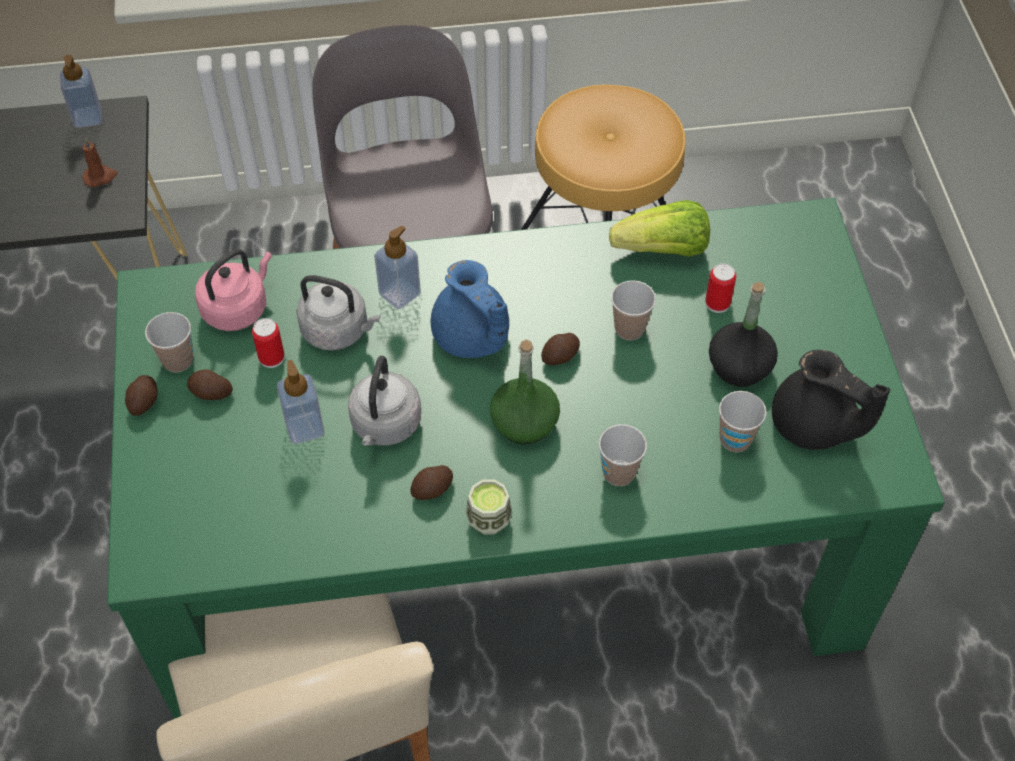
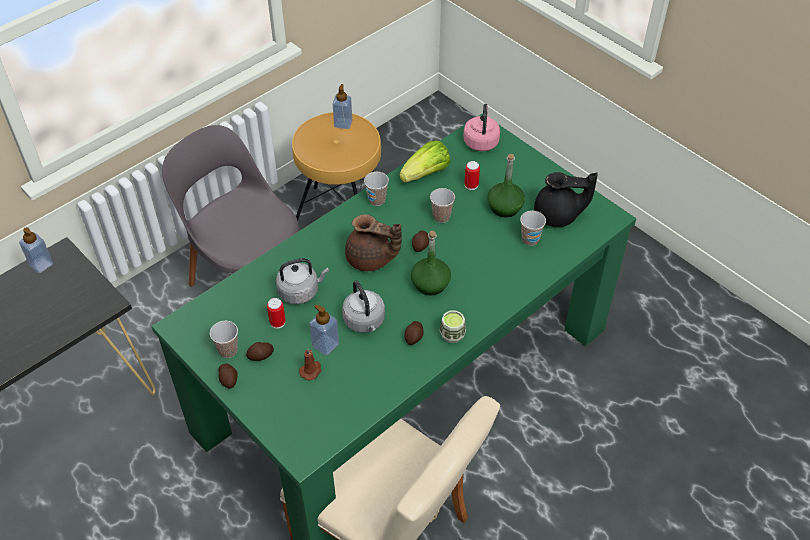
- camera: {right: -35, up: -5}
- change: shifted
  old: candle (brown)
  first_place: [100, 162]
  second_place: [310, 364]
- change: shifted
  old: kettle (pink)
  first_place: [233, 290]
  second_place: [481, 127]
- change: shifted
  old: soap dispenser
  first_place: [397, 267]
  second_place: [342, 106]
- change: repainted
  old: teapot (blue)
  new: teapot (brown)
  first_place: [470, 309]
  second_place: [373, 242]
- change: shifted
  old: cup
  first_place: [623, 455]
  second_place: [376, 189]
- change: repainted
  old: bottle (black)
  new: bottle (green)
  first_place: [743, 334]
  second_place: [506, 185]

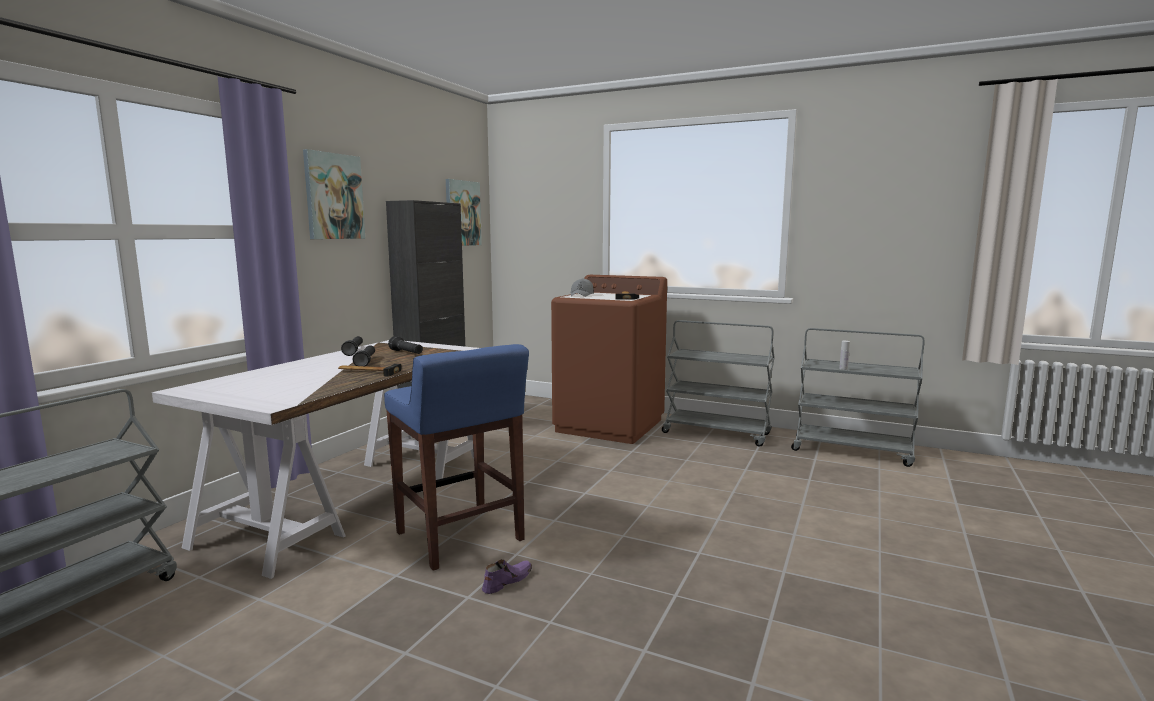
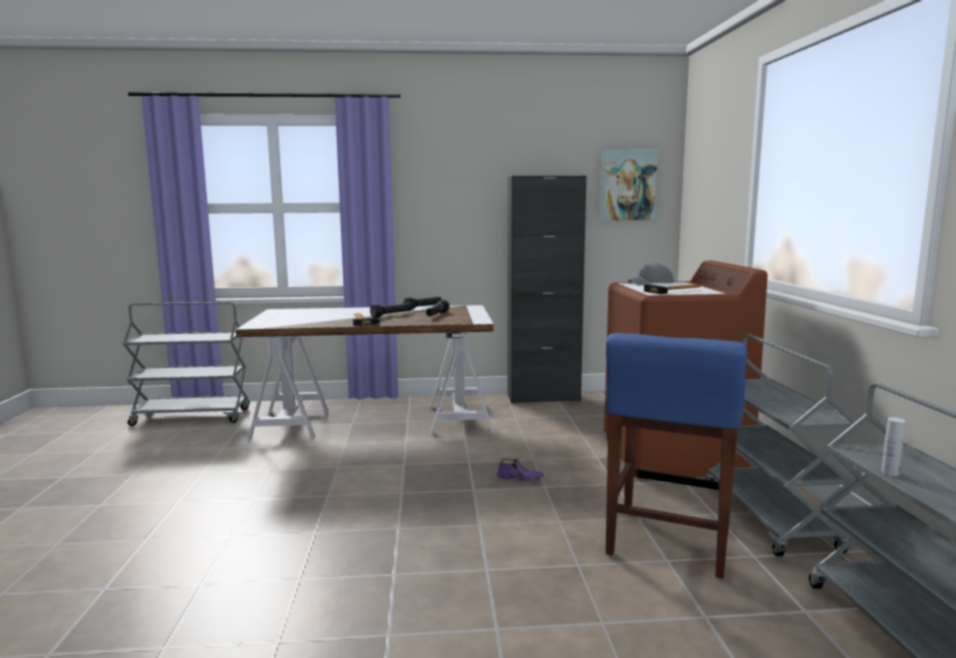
- camera: {right: 60, up: 0}
- change: gone
  old: picture
  first_place: [334, 194]
- change: shifted
  old: stool (blue)
  first_place: [456, 457]
  second_place: [676, 456]
- change: shifted
  old: shoe (purple)
  first_place: [507, 576]
  second_place: [521, 469]

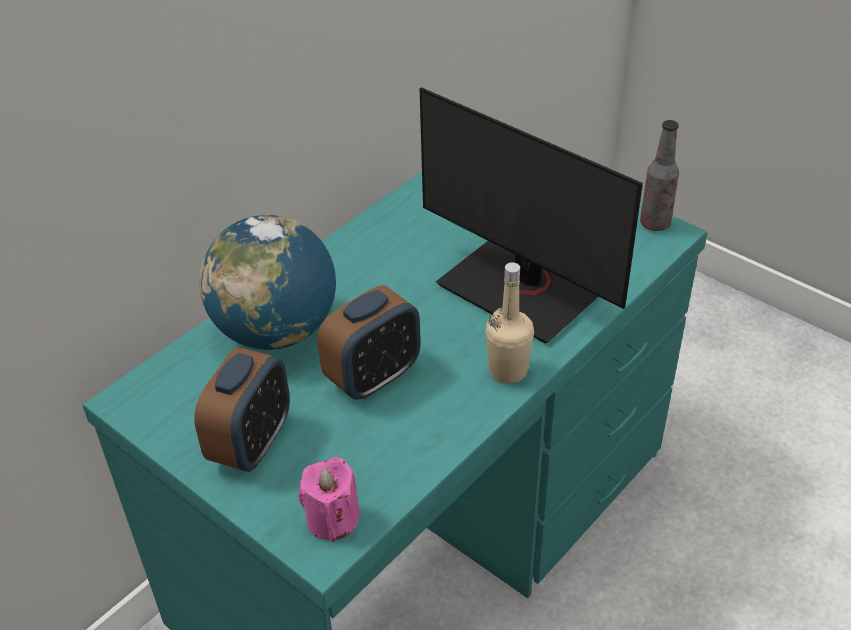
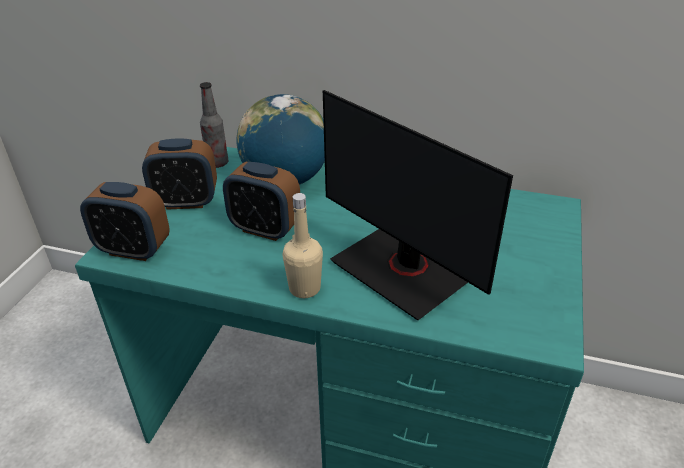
- camera: {right: 65, up: -5}
- change: swapped
  old: candle (pink)
  new: alarm clock
  first_place: [329, 499]
  second_place: [125, 221]
- change: rotated
  old: monitor
  first_place: [531, 215]
  second_place: [418, 205]
  degrees: -60
- change: shifted
  old: bottle
  first_place: [659, 175]
  second_place: [214, 125]

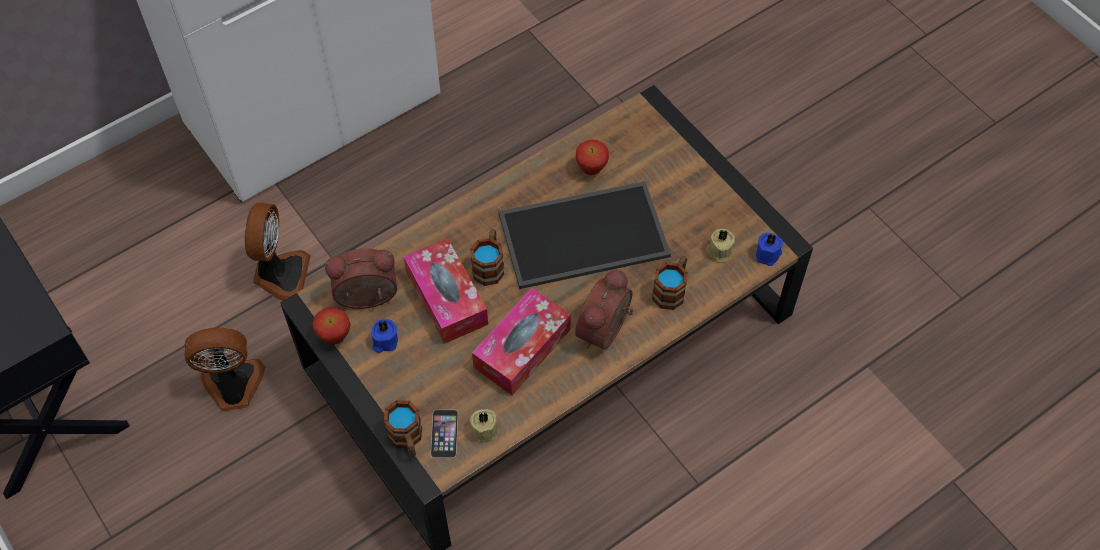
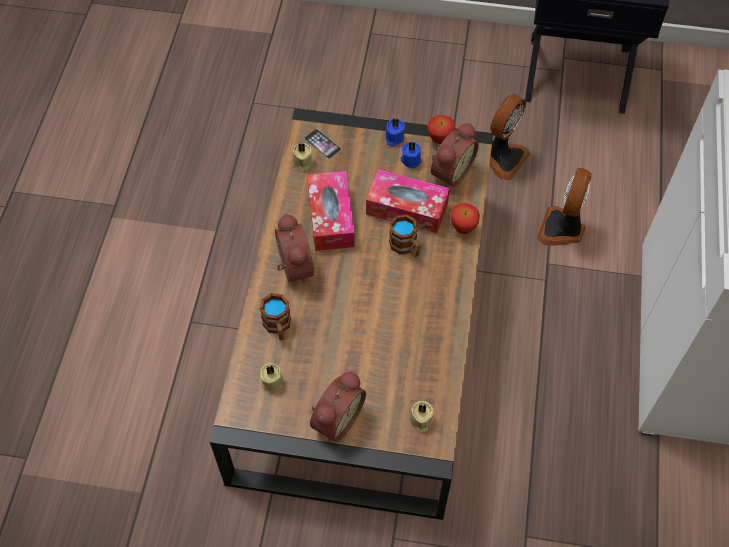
- camera: {right: 135, up: 0}
- change: rotated
  old: fan
  first_place: [278, 251]
  second_place: [564, 207]
  degrees: 60
- change: gone
  old: mug
  first_place: [403, 428]
- change: gone
  old: tray
  first_place: [584, 235]
- change: shifted
  old: apple
  first_place: [592, 157]
  second_place: [465, 218]
- change: shifted
  old: candle (blue)
  first_place: [769, 249]
  second_place: [395, 132]
- change: new
  new: alarm clock
  second_place: [338, 406]
- change: new
  new: candle (beige)
  second_place: [421, 417]

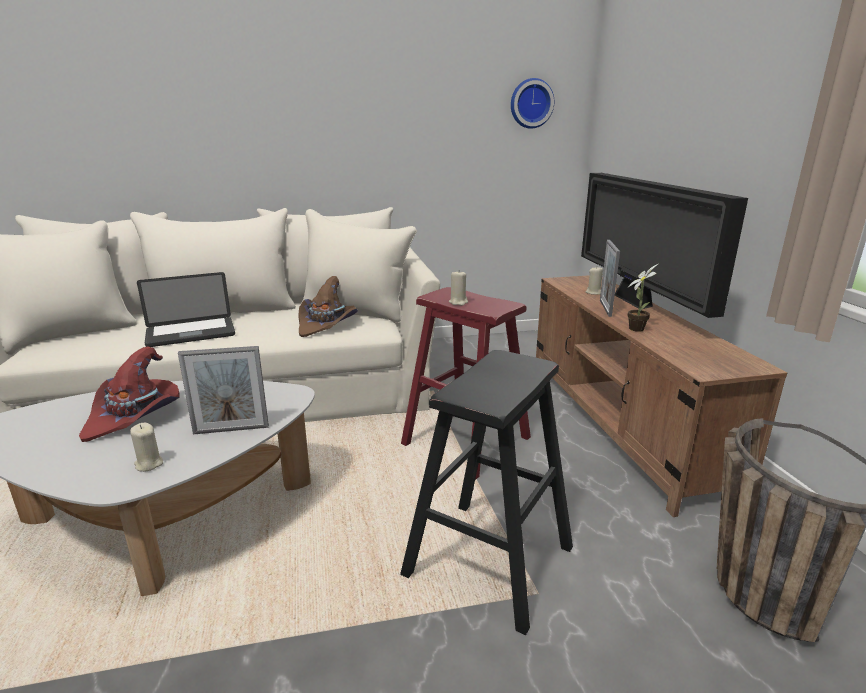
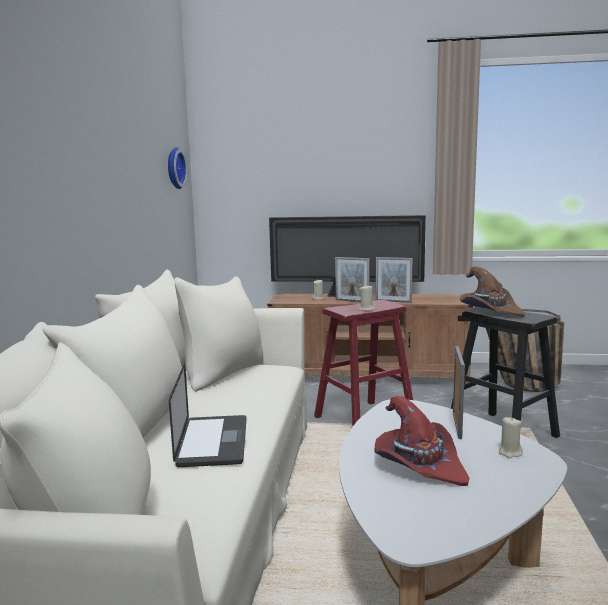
- camera: {right: -70, up: -10}
- change: shifted
  old: hat (brown)
  first_place: [328, 306]
  second_place: [492, 291]
- change: swapped
  old: potted plant
  new: picture frame
  first_place: [642, 298]
  second_place: [394, 280]

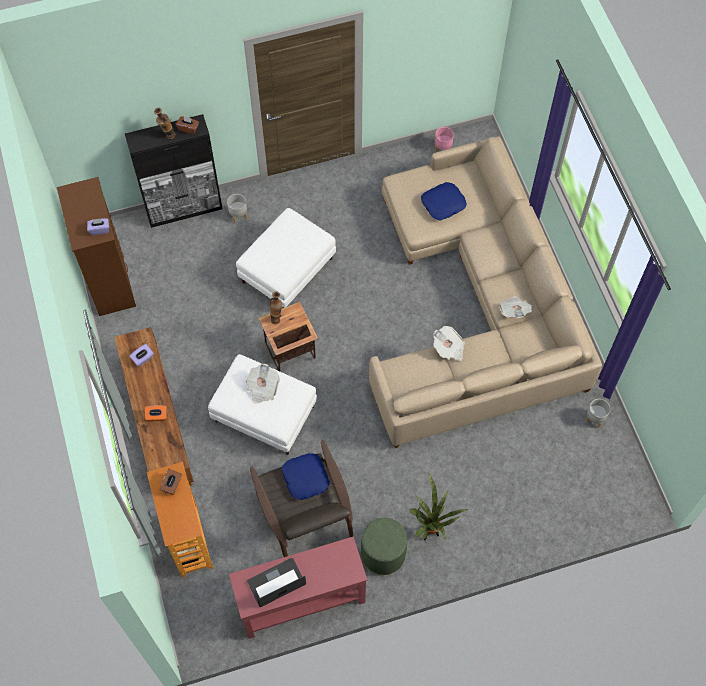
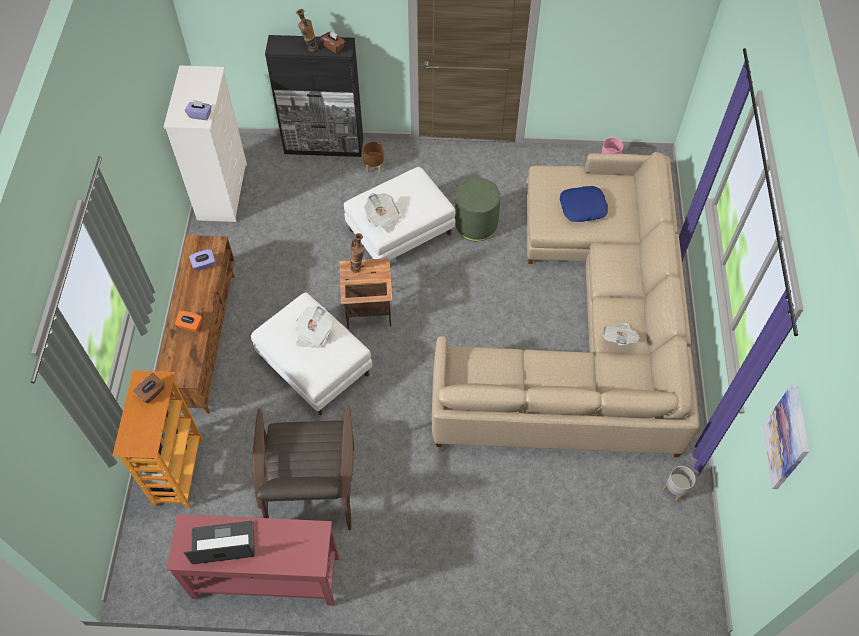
- camera: {right: 20, up: -5}
- change: repainted
  old: dresser (brown)
  new: dresser (white)
  first_place: [96, 246]
  second_place: [205, 143]
- change: repainted
  old: planter (grey)
  new: planter (brown)
  first_place: [237, 208]
  second_place: [373, 157]
- change: gone
  old: pillow (blue)
  first_place: [306, 476]
- change: shifted
  old: ottoman (green)
  first_place: [384, 546]
  second_place: [477, 210]
- change: gone
  old: potted plant
  first_place: [439, 506]
- change: shifted
  old: newspaper
  first_place: [449, 343]
  second_place: [382, 213]
- change: new
  new: picture
  second_place: [785, 436]

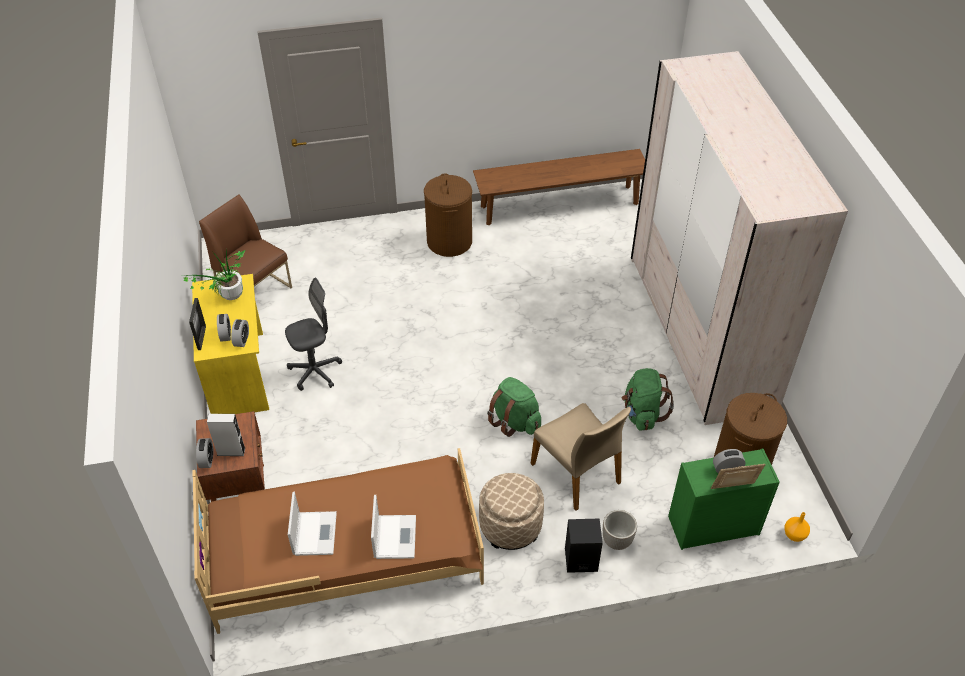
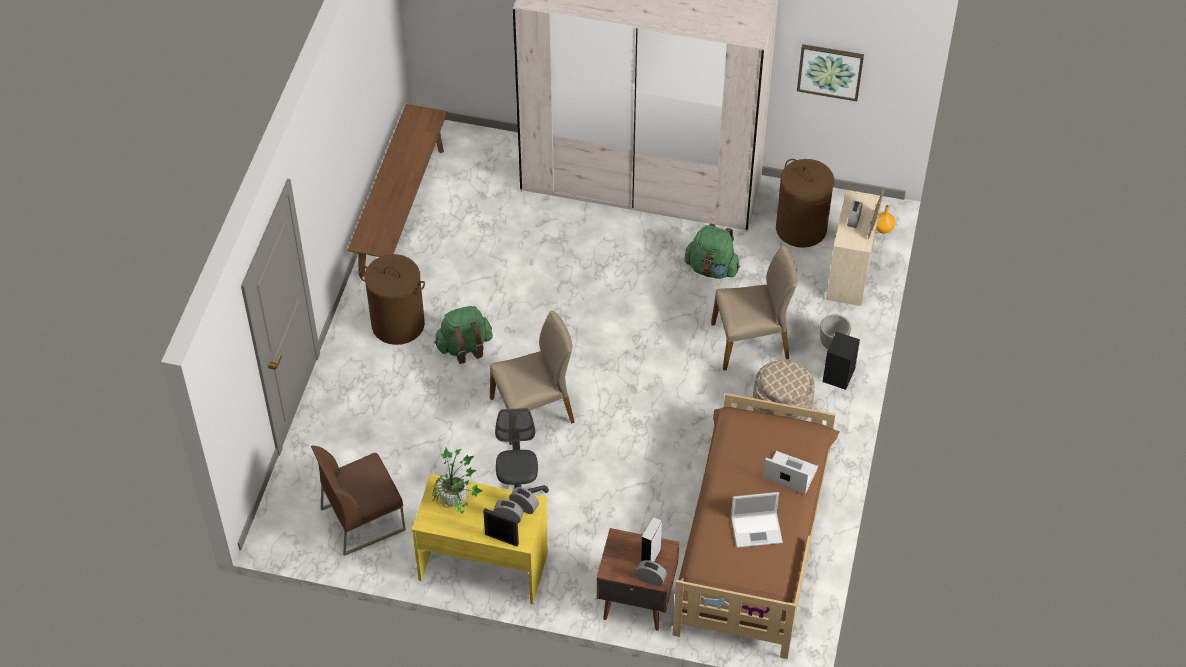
- camera: {right: -65, up: 5}
- change: rotated
  old: laptop
  first_place: [312, 524]
  second_place: [757, 520]
  degrees: 150
- change: shifted
  old: backpack (green)
  first_place: [514, 407]
  second_place: [463, 335]
- change: repainted
  old: dresser (green)
  new: dresser (beige)
  first_place: [724, 499]
  second_place: [853, 248]
- change: new
  new: chair (beige)
  second_place: [532, 378]
- change: new
  new: picture
  second_place: [830, 72]

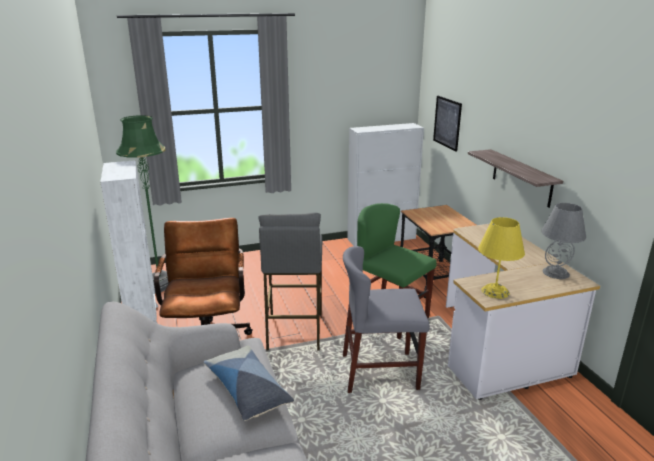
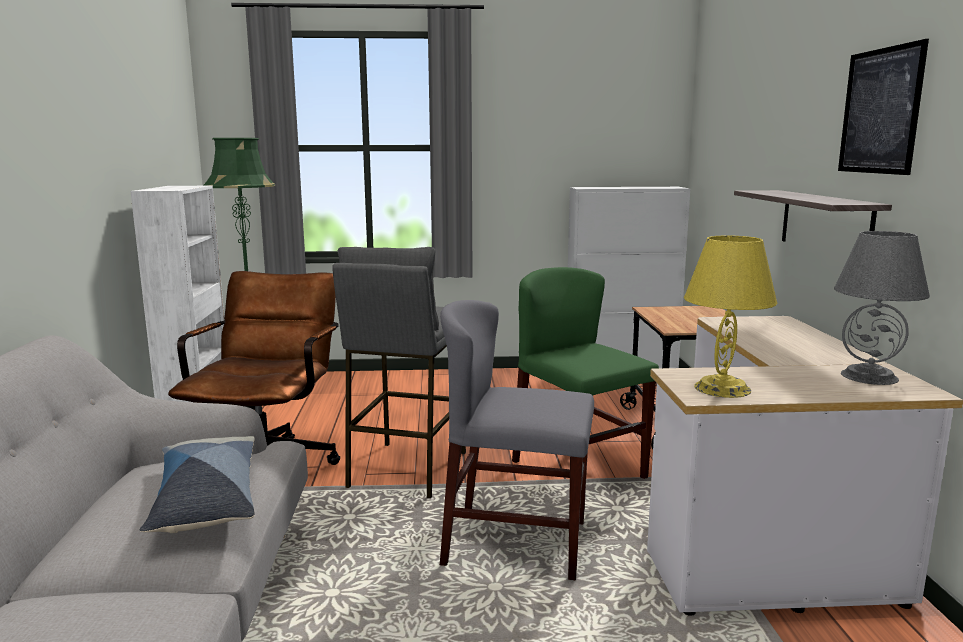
- camera: {right: 15, up: -10}
- change: shifted
  old: picture
  first_place: [447, 124]
  second_place: [883, 107]

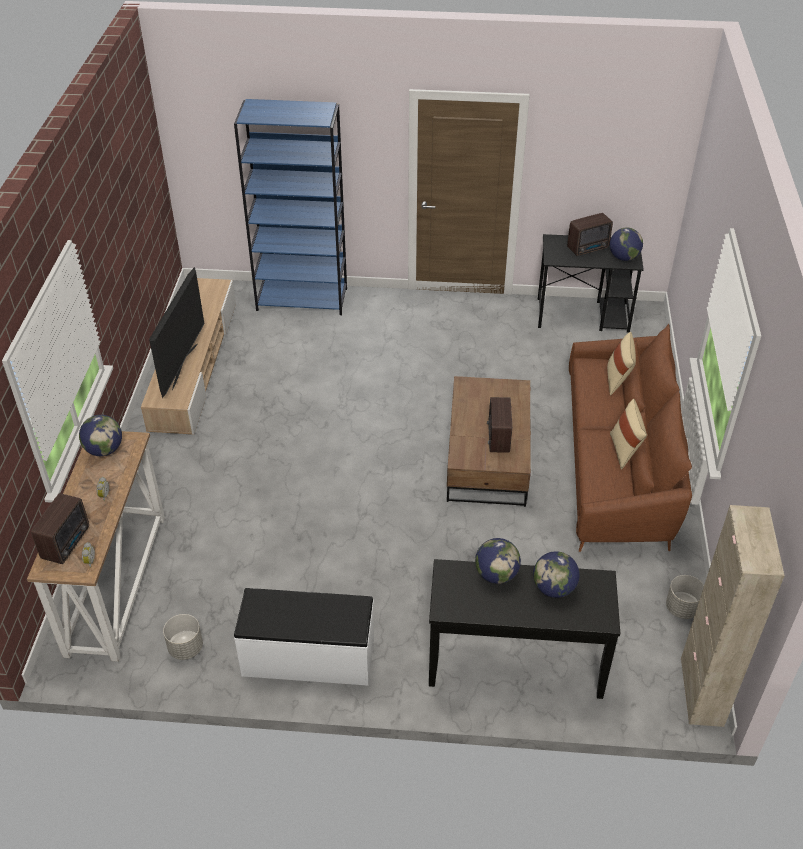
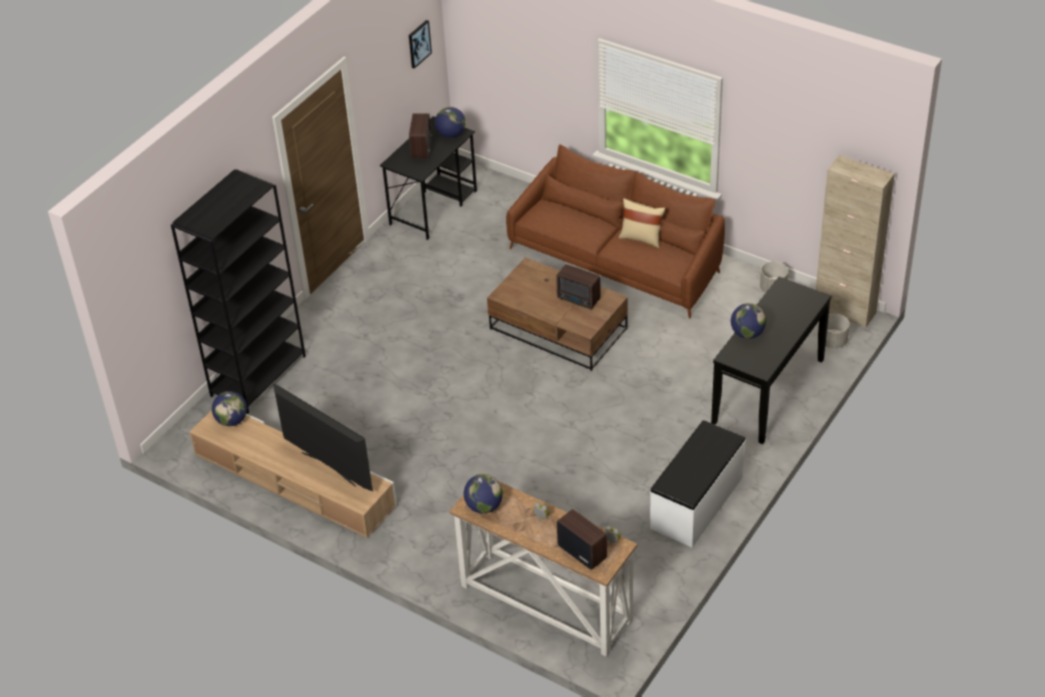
- camera: {right: -60, up: 0}
- change: shifted
  old: planter (grey)
  first_place: [183, 637]
  second_place: [837, 331]
- change: repainted
  old: bookcase (blue)
  new: bookcase (black)
  first_place: [290, 207]
  second_place: [238, 291]
- change: shifted
  old: globe
  first_place: [556, 574]
  second_place: [229, 408]
- change: gone
  old: pillow (beige)
  first_place: [621, 363]
- change: new
  new: picture
  second_place: [420, 44]

